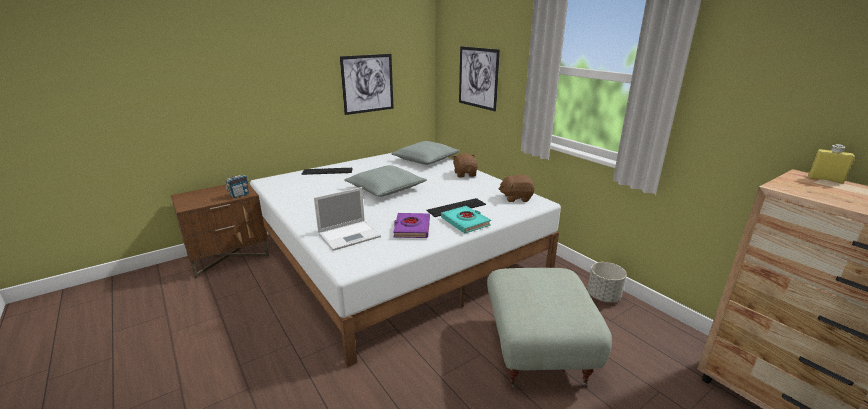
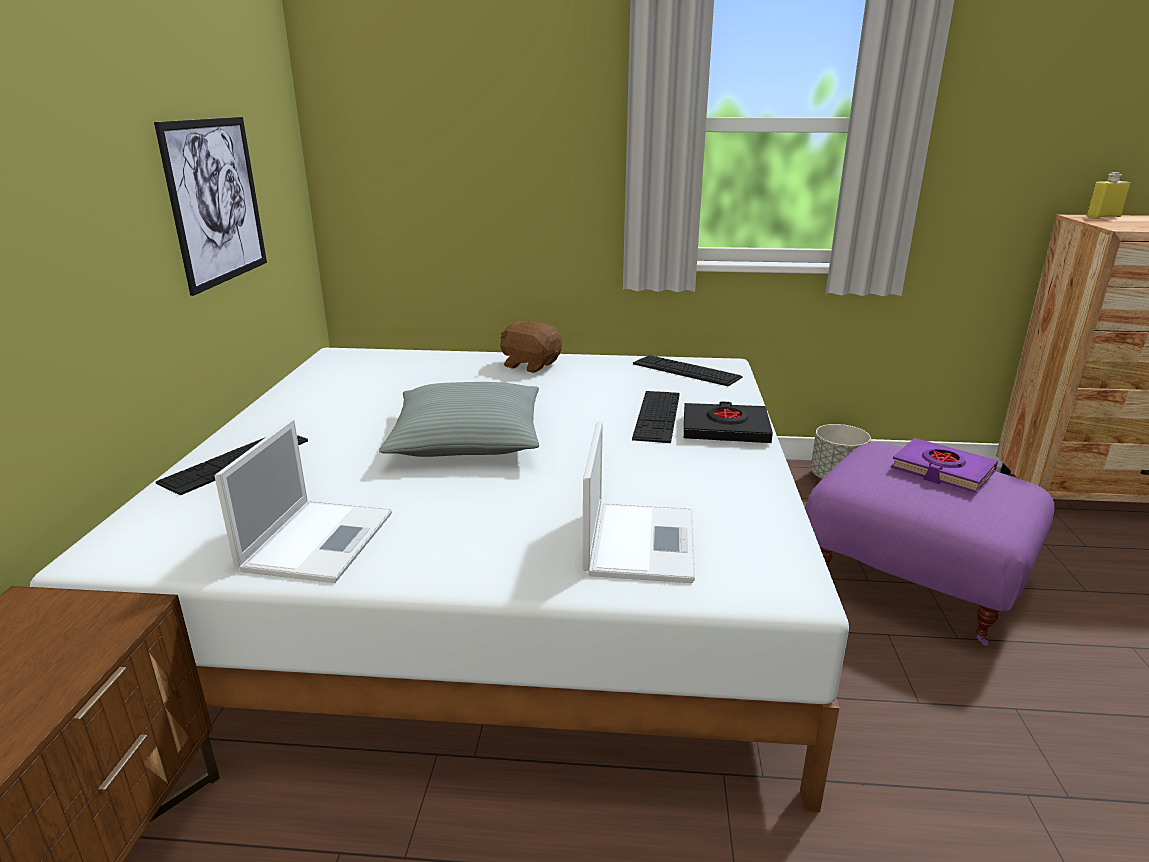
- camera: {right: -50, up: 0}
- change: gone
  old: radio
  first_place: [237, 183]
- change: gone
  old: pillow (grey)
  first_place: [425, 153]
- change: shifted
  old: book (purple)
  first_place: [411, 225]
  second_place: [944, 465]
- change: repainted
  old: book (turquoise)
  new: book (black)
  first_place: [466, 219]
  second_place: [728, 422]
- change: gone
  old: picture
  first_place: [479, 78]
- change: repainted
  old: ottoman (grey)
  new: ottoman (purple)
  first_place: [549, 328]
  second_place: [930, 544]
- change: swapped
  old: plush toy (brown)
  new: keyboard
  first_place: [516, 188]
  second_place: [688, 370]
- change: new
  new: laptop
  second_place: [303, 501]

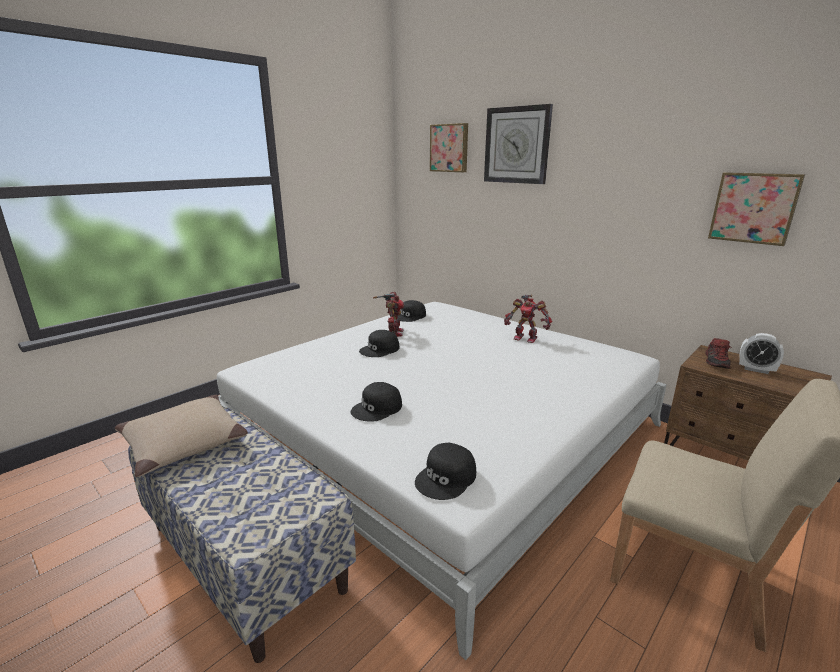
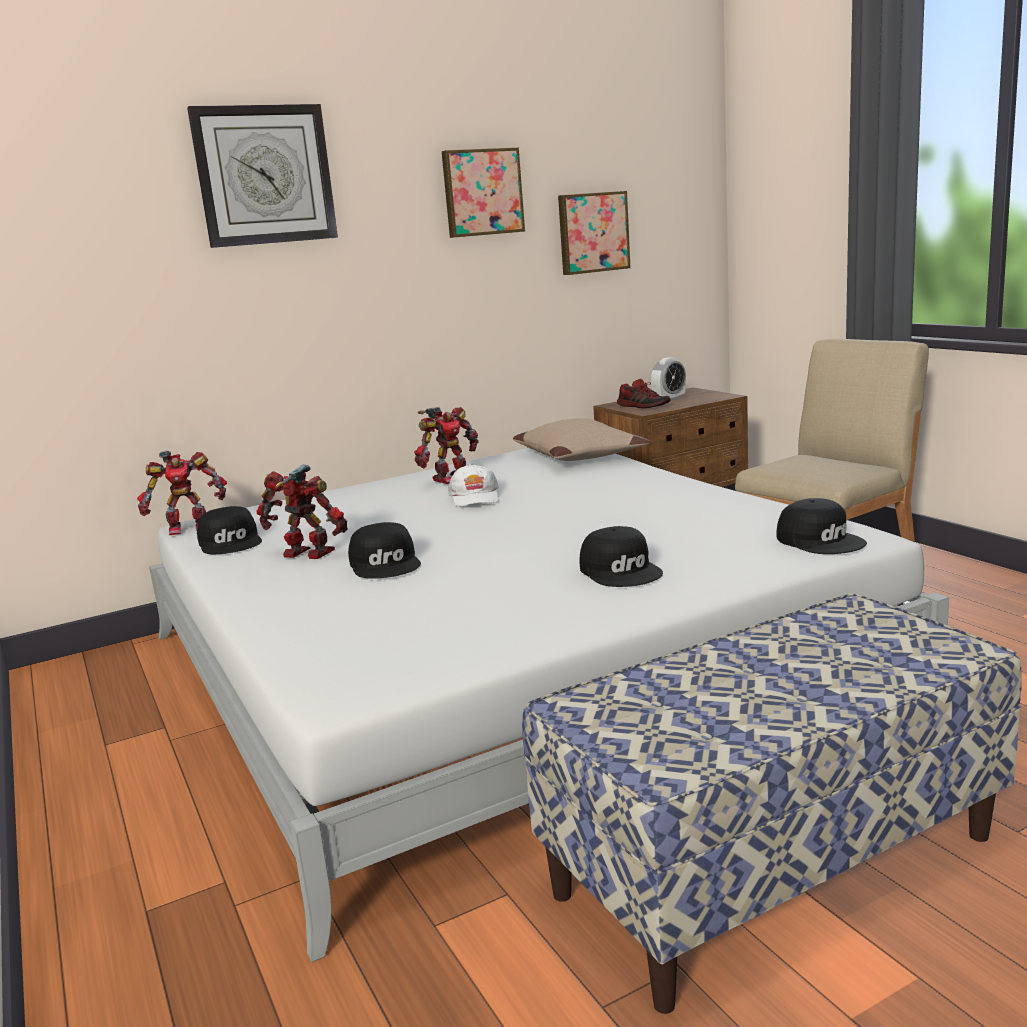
- camera: {right: -70, up: -5}
- change: shifted
  old: pillow (beige)
  first_place: [181, 436]
  second_place: [581, 439]
- change: shifted
  old: picture
  first_place: [449, 147]
  second_place: [483, 192]
- change: new
  new: toy robot
  second_place: [182, 493]
- change: new
  new: cap (white)
  second_place: [473, 485]

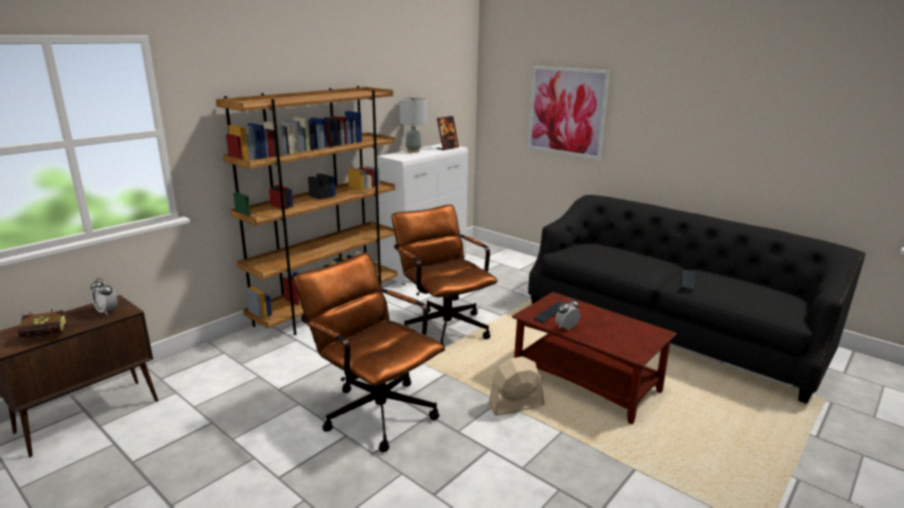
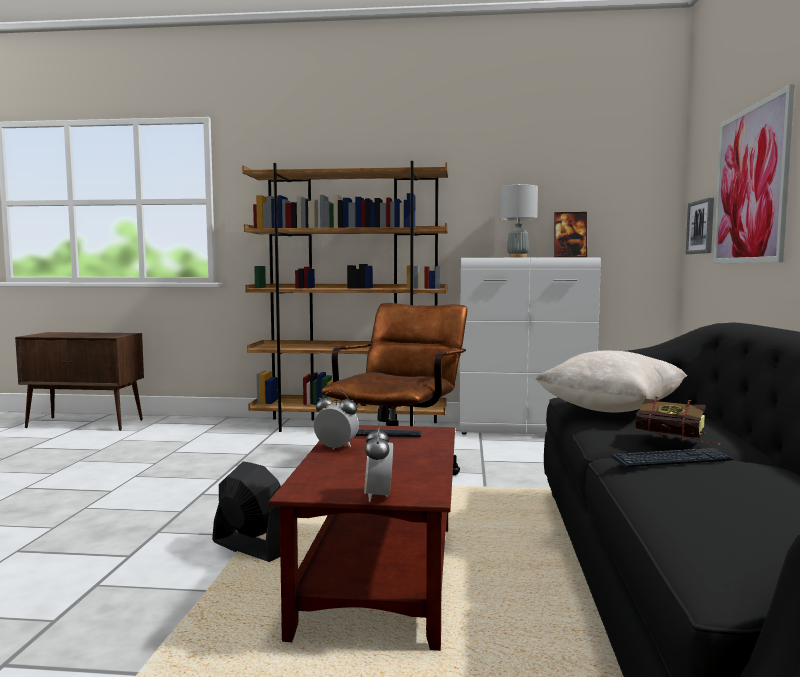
- camera: {right: 55, up: -15}
- change: shifted
  old: book
  first_place: [47, 323]
  second_place: [677, 420]
- change: shifted
  old: alarm clock
  first_place: [104, 296]
  second_place: [378, 462]
- change: gone
  old: office chair (brown)
  first_place: [369, 352]
- change: repainted
  old: fan (beige)
  new: fan (black)
  first_place: [516, 386]
  second_place: [246, 511]
- change: new
  new: pillow (beige)
  second_place: [611, 381]
- change: new
  new: picture
  second_place: [700, 225]

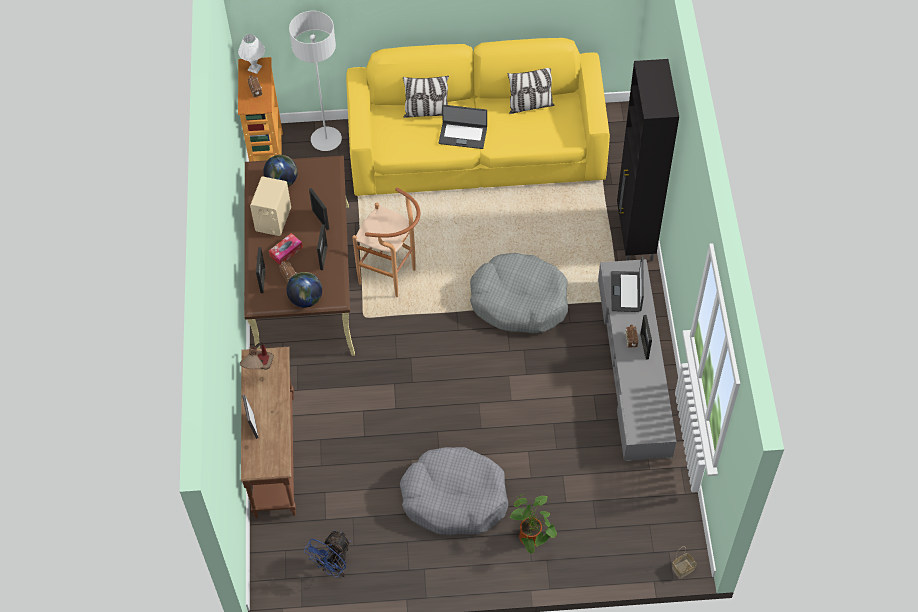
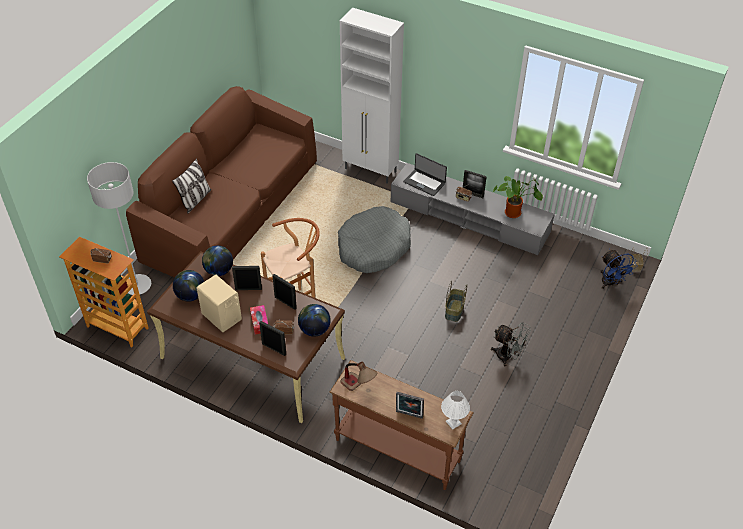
- camera: {right: -60, up: -10}
- change: shifted
  old: table lamp (white)
  first_place: [251, 54]
  second_place: [455, 410]
- change: shifted
  old: fan (blue)
  first_place: [327, 553]
  second_place: [618, 269]
- change: repainted
  old: sofa (yellow)
  new: sofa (brown)
  first_place: [478, 117]
  second_place: [221, 182]
- change: swapped
  old: dog bed (grey)
  new: fan (grey)
  first_place: [454, 491]
  second_place: [511, 344]
- change: gone
  old: laptop
  first_place: [463, 127]
- change: gone
  old: pillow
  first_place: [531, 91]
- change: shifted
  old: potted plant
  first_place: [533, 523]
  second_place: [518, 197]
- change: repainted
  old: cabinet (black)
  new: cabinet (white)
  first_place: [648, 160]
  second_place: [372, 95]
- change: new
  new: globe
  second_place: [217, 260]
- change: new
  new: basket
  second_place: [456, 301]

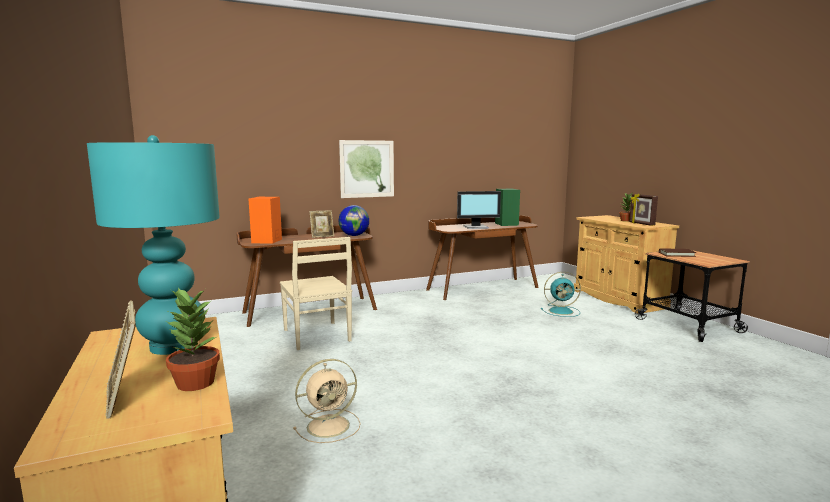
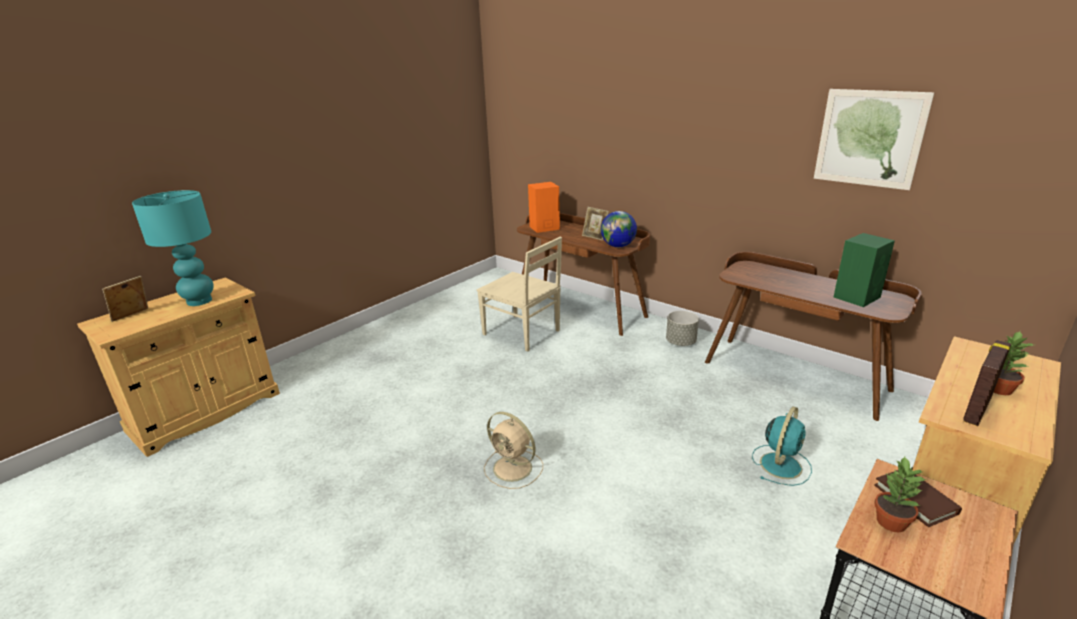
- camera: {right: 65, up: 15}
- change: shifted
  old: potted plant
  first_place: [193, 339]
  second_place: [900, 494]
- change: rotated
  old: chair (beige)
  first_place: [316, 293]
  second_place: [519, 294]
  degrees: -90
- change: shifted
  old: fan (beige)
  first_place: [326, 401]
  second_place: [513, 450]
- change: shifted
  old: picture
  first_place: [366, 169]
  second_place: [874, 139]
- change: gone
  old: monitor
  first_place: [479, 210]
- change: rotated
  old: fan (turquoise)
  first_place: [561, 294]
  second_place: [782, 446]
  degrees: -120
- change: new
  new: planter (grey)
  second_place: [682, 328]

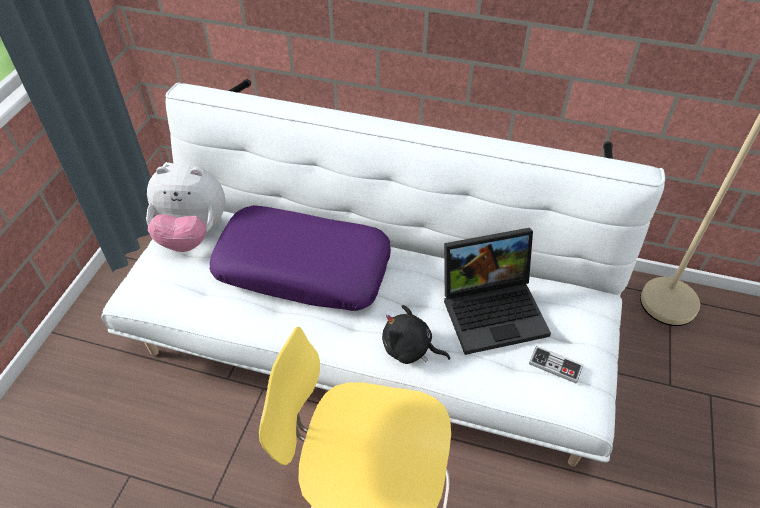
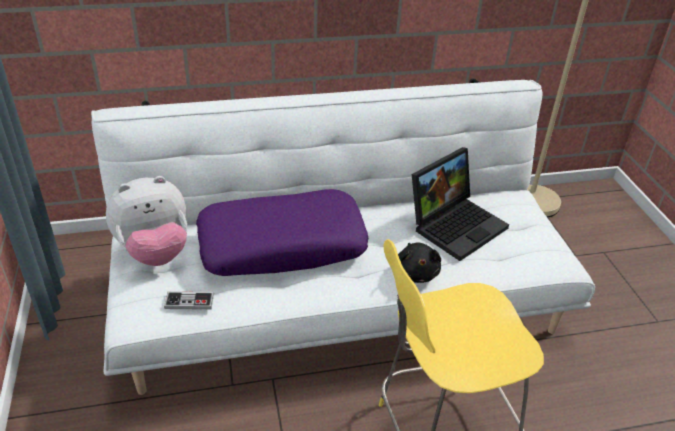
- camera: {right: -30, up: -10}
- change: rotated
  old: plush toy (black)
  first_place: [416, 334]
  second_place: [419, 263]
  degrees: -90
- change: shifted
  old: game controller
  first_place: [556, 364]
  second_place: [189, 300]

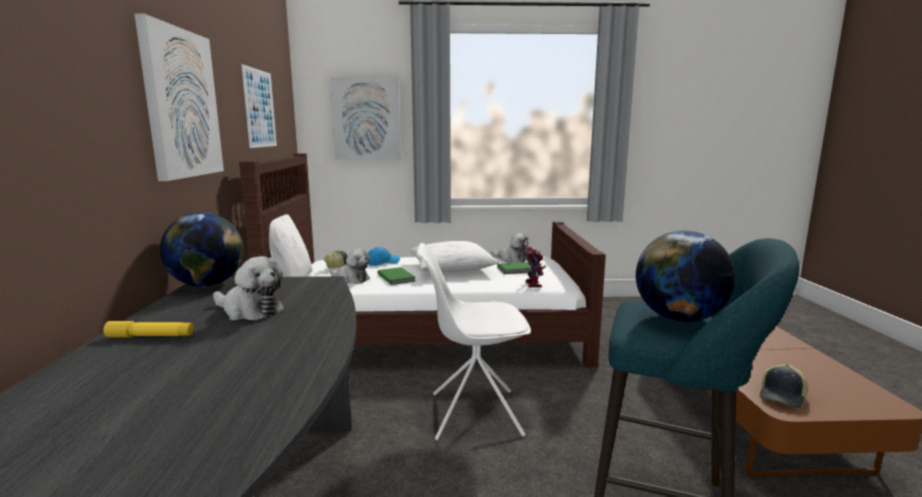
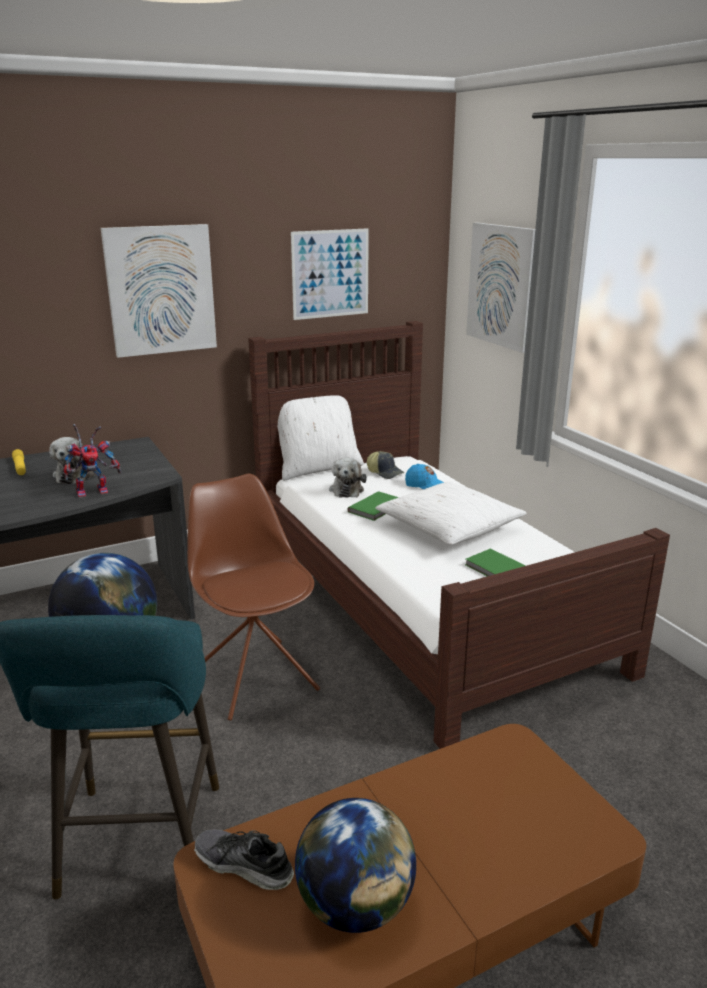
- camera: {right: 65, up: 10}
- change: shifted
  old: globe
  first_place: [201, 249]
  second_place: [355, 865]
- change: repainted
  old: chair (white)
  new: chair (brown)
  first_place: [473, 342]
  second_place: [253, 597]
- change: gone
  old: plush toy
  first_place: [510, 248]
- change: shifted
  old: toy robot
  first_place: [534, 262]
  second_place: [92, 461]
- change: swapped
  old: cap
  new: shoe
  first_place: [783, 386]
  second_place: [244, 859]

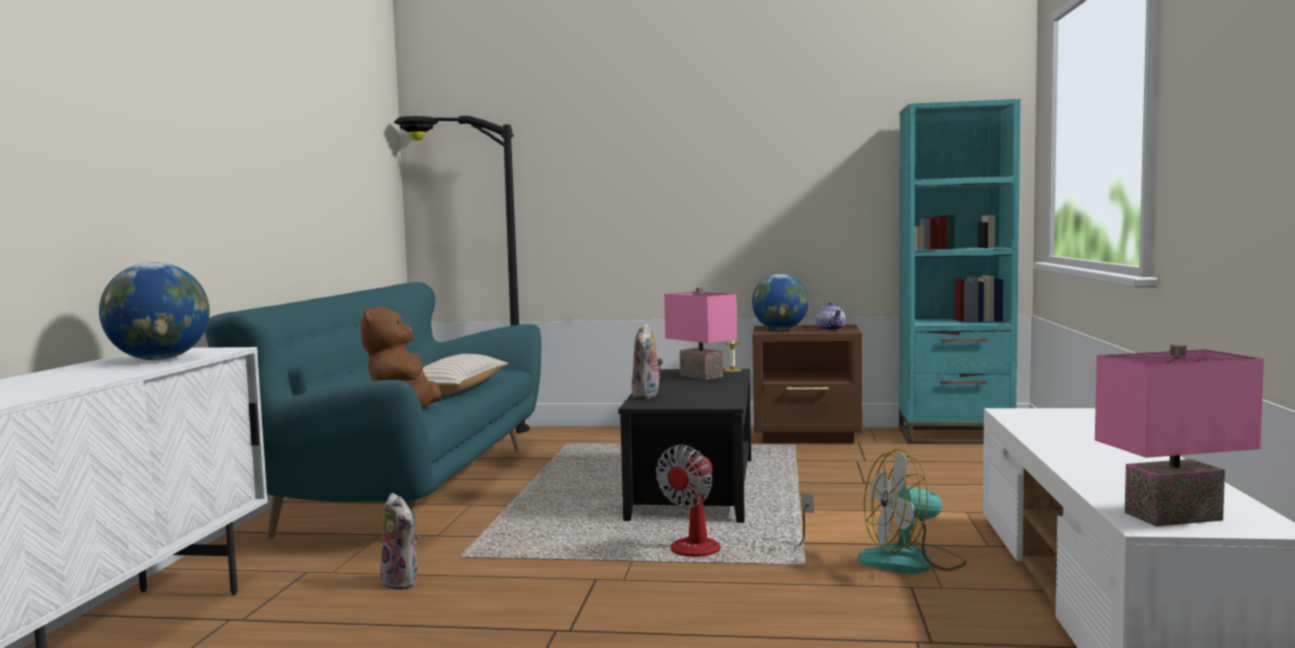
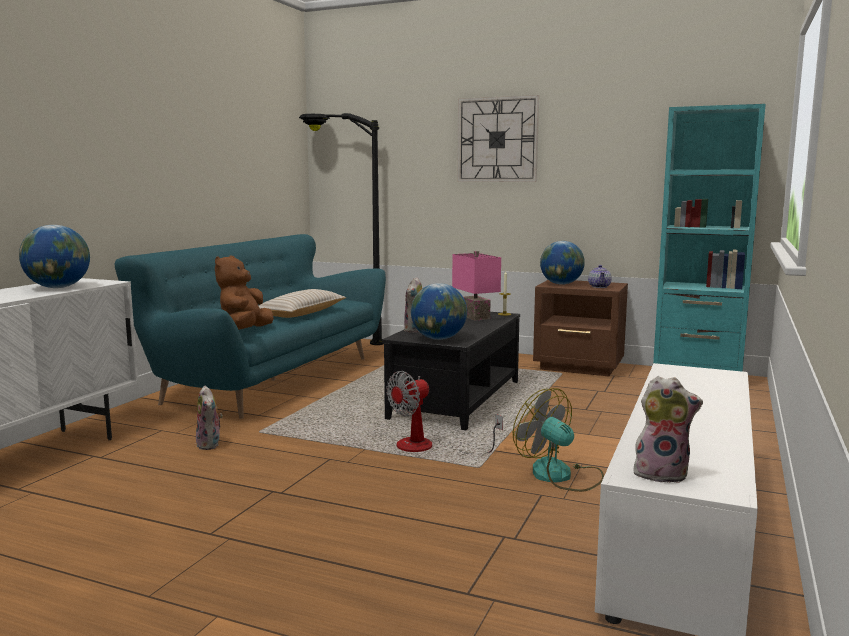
- camera: {right: 15, up: 5}
- change: rotated
  old: fan
  first_place: [912, 511]
  second_place: [558, 440]
  degrees: 45
- change: swapped
  old: table lamp (pink)
  new: plush toy
  first_place: [1179, 435]
  second_place: [668, 429]
- change: new
  new: globe
  second_place: [439, 311]
- change: new
  new: wall clock
  second_place: [498, 138]

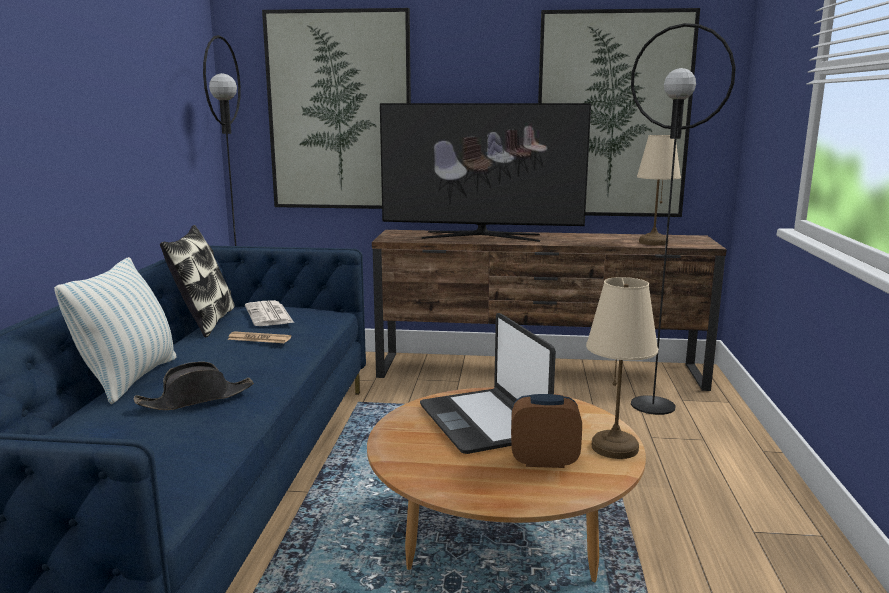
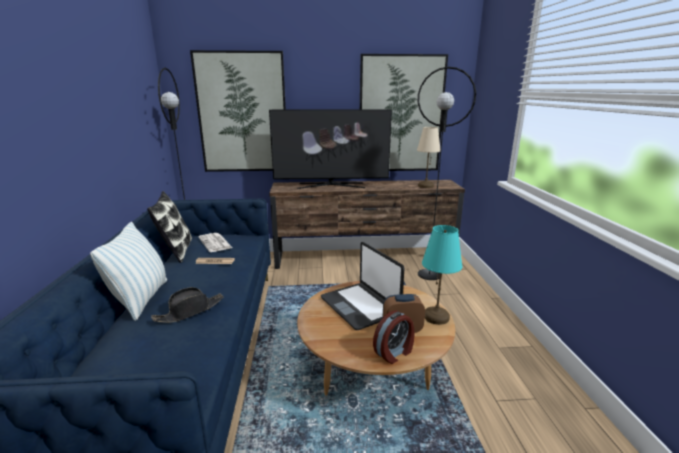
- camera: {right: -10, up: 5}
- change: repainted
  old: table lamp (beige)
  new: table lamp (turquoise)
  first_place: [622, 368]
  second_place: [442, 275]
- change: new
  new: alarm clock
  second_place: [394, 337]

